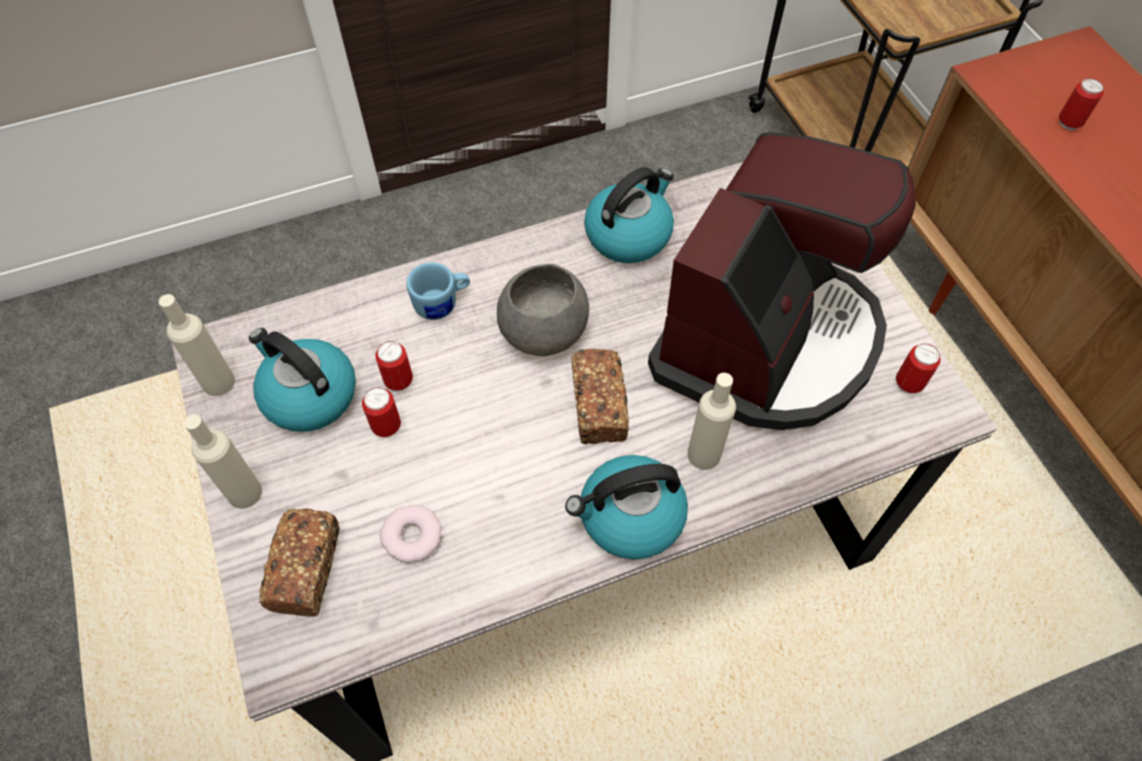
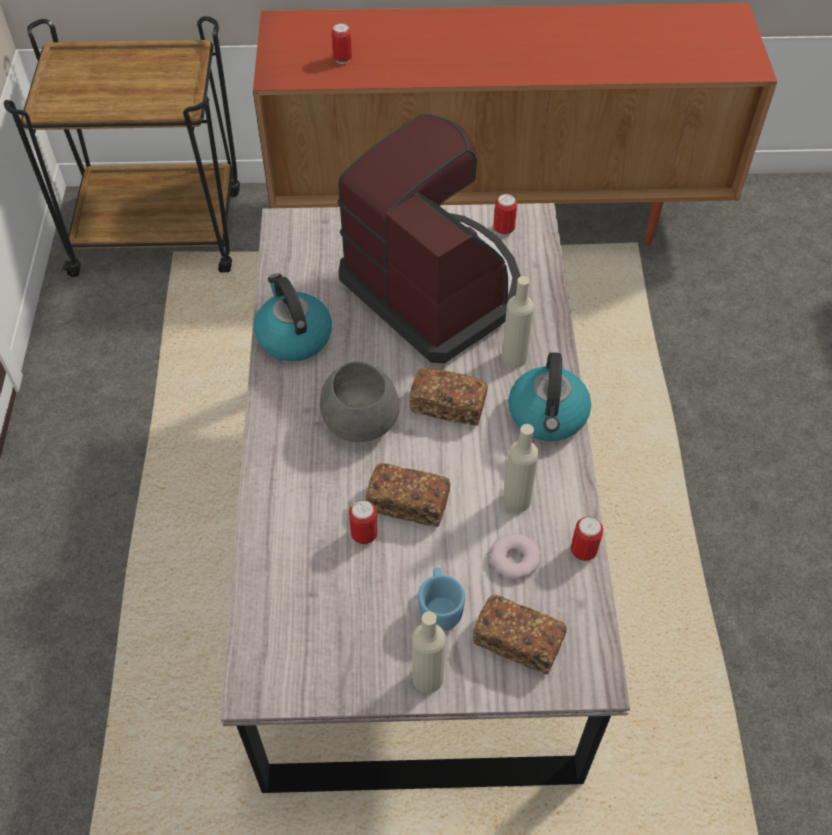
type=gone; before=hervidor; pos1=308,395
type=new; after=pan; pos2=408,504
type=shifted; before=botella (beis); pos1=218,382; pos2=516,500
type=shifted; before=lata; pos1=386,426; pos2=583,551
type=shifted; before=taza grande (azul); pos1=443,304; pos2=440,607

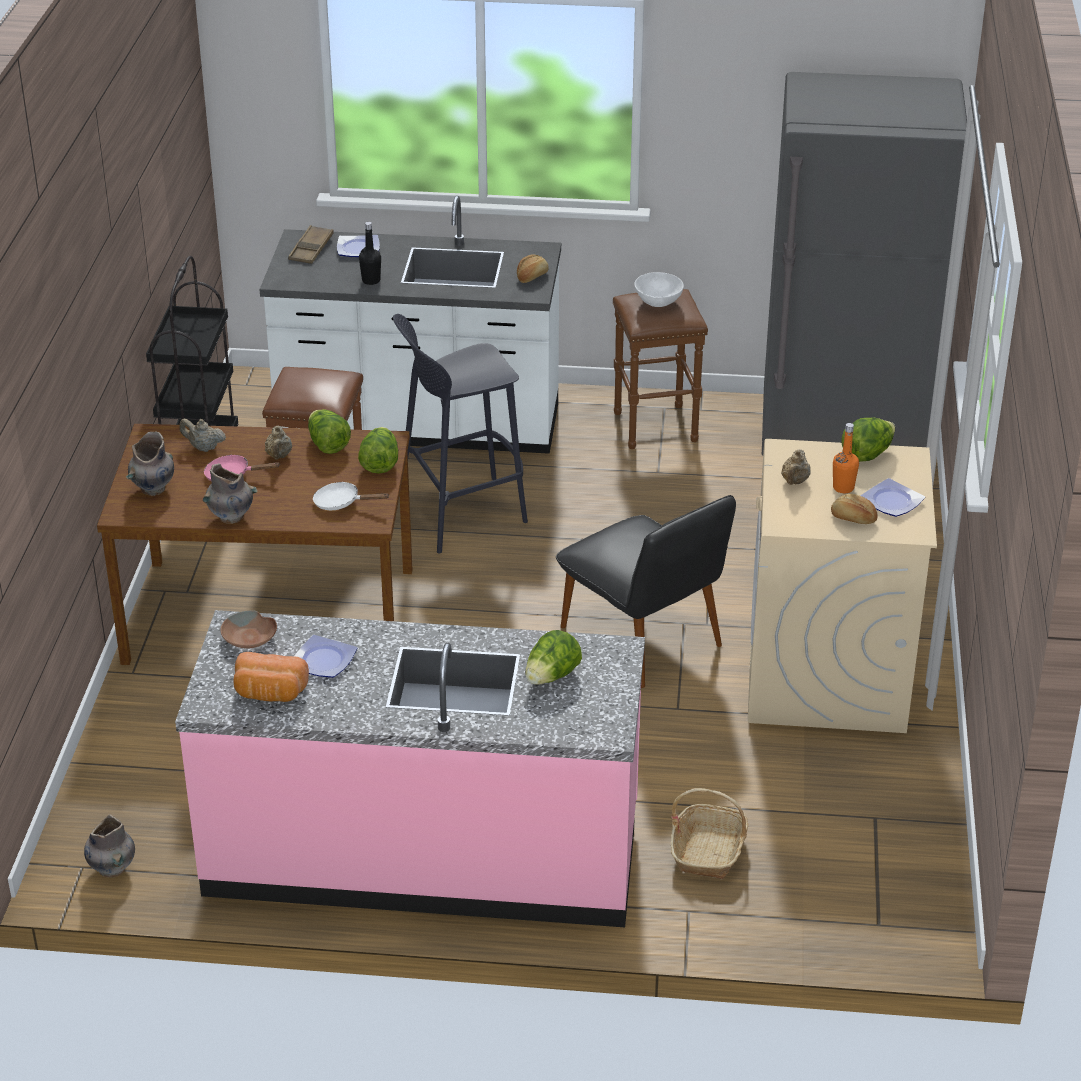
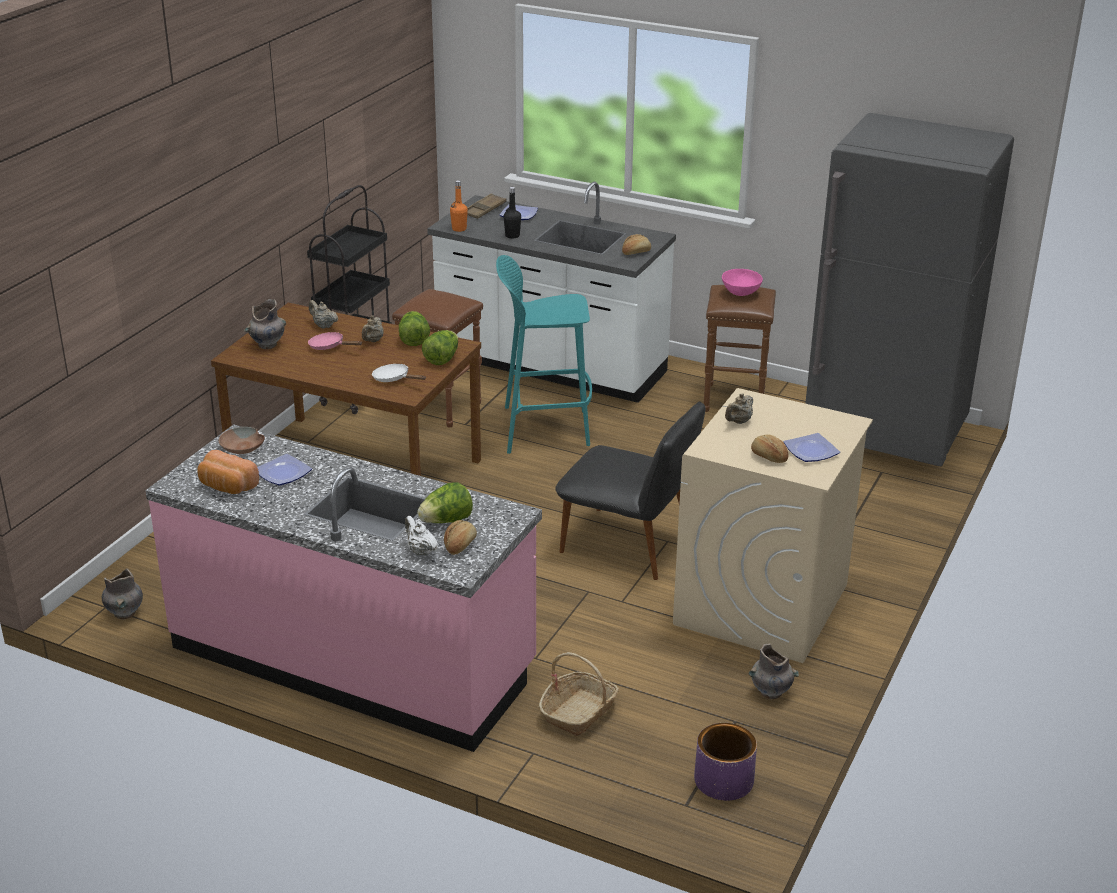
type=gone; before=lechuga; pos1=867,454
type=new; after=tetera (blanco); pos2=420,551
type=new; after=pan; pos2=459,545
type=new; after=maceta (morado); pos2=723,782
type=shifted; before=florero (gris); pos1=232,517; pos2=771,692
type=shifted; before=botella (naranja); pos1=843,488; pos2=459,229
type=repainted; before=taburete (gris); after=taburete (turquesa); pos1=460,512; pos2=543,429
type=repainted; before=cuenco (blanco); after=cuenco (rosa); pos1=658,302; pos2=741,292
type=rotated; before=silla (negro); pos1=641,636; pos2=626,543; turn=-45

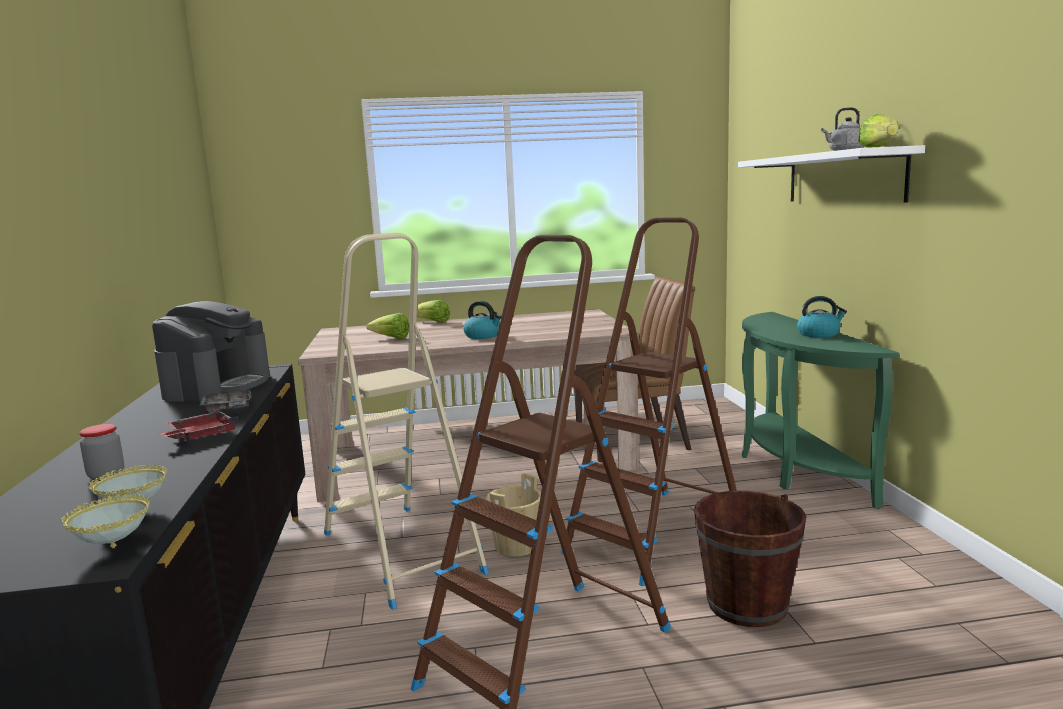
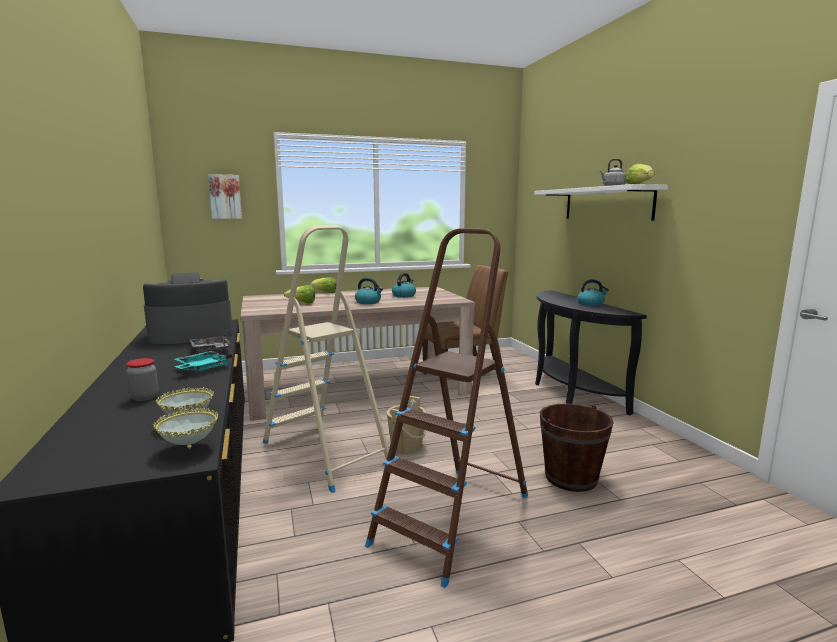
type=gone; before=escalera de tijera (marrón); pos1=655,533
type=new; after=cuadro; pos2=225,197
type=new; after=hervidor; pos2=404,295
type=repainted; before=bandeja (rojo); after=bandeja (turquesa); pos1=200,435; pos2=202,368
type=repainted; before=mesa consola (verde); after=mesa consola (negro); pos1=792,468; pos2=569,391
type=rotated; before=cafetera; pos1=218,386; pos2=191,335; turn=-120

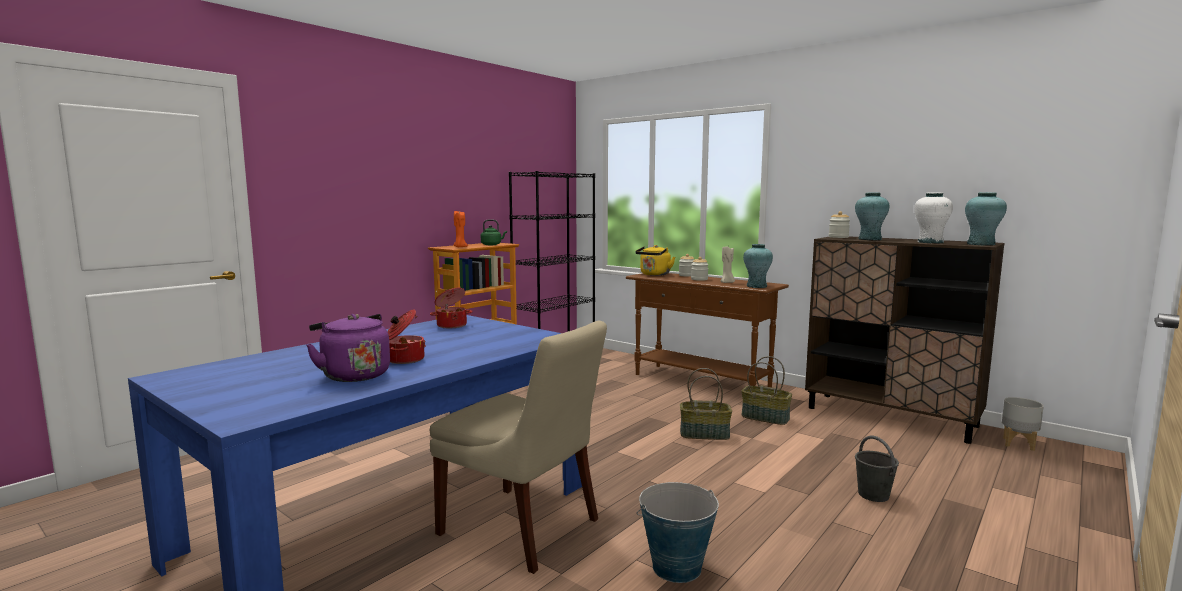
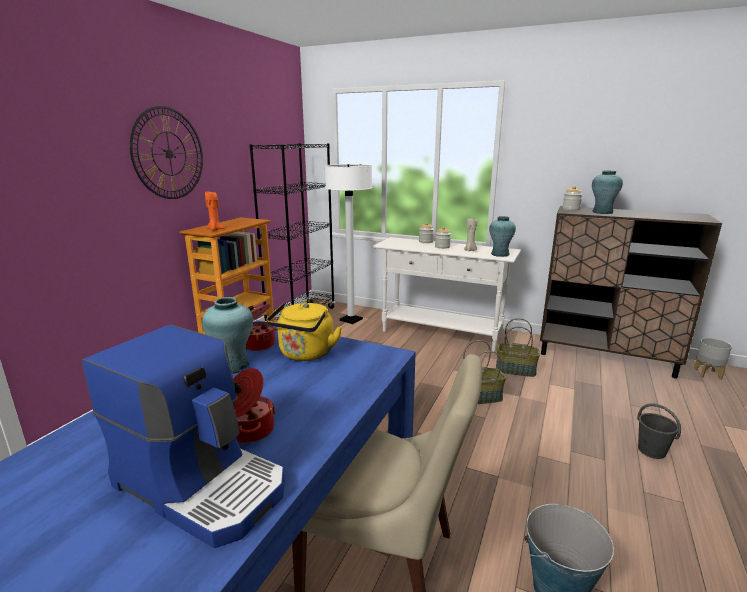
type=gone; before=hervidor (verde); pos1=492,245
type=gone; before=florero (blanco); pos1=930,242
type=new; after=reloj de pared; pos2=169,153
type=new; after=lámpara de pie (blanco); pos2=351,320
type=shifted; before=hervidor (amarillo); pos1=654,274; pos2=305,354
type=shifted; before=florero (turquesa); pos1=981,244; pos2=232,365
type=swapped; before=hervidor (morado); after=cafetera; pos1=353,375; pos2=203,483
type=repainted; before=mesa consola (marrón); after=mesa consola (blanco); pos1=701,382; pos2=441,334

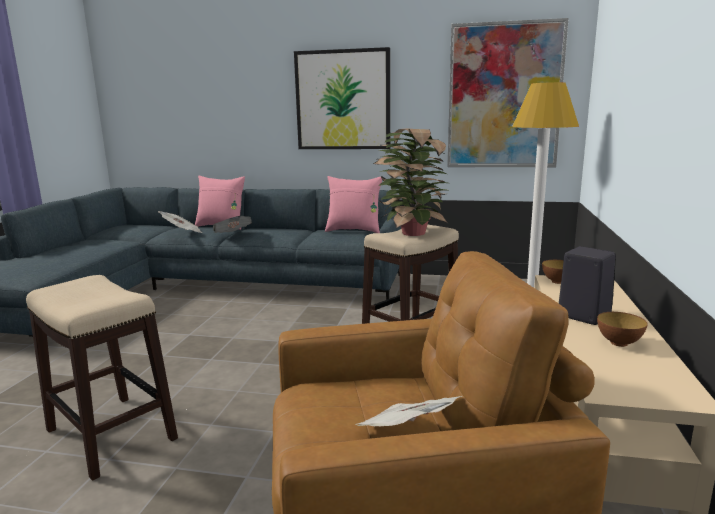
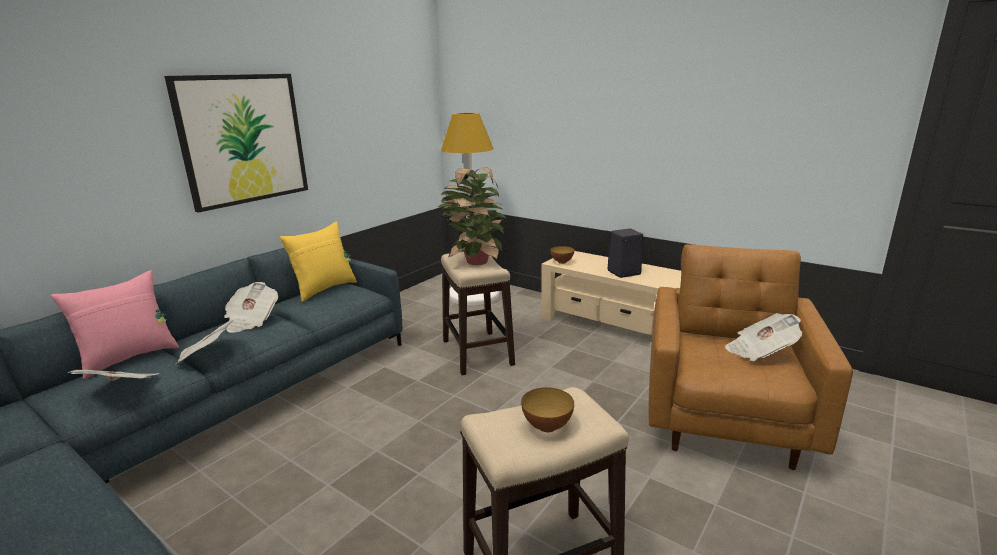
type=gone; before=cuadro; pos1=504,96
type=new; after=periódico; pos2=251,321
type=shifted; before=cuenco; pos1=619,343; pos2=547,426
type=repainted; before=cojín (rosa); after=cojín (amarillo); pos1=353,231; pos2=324,290

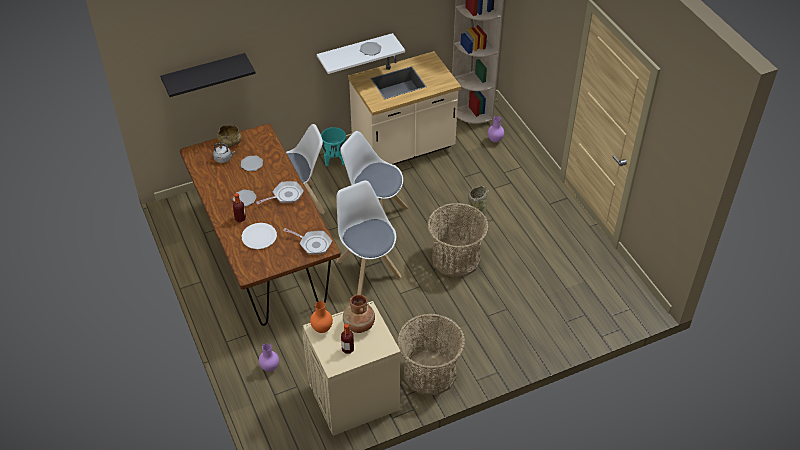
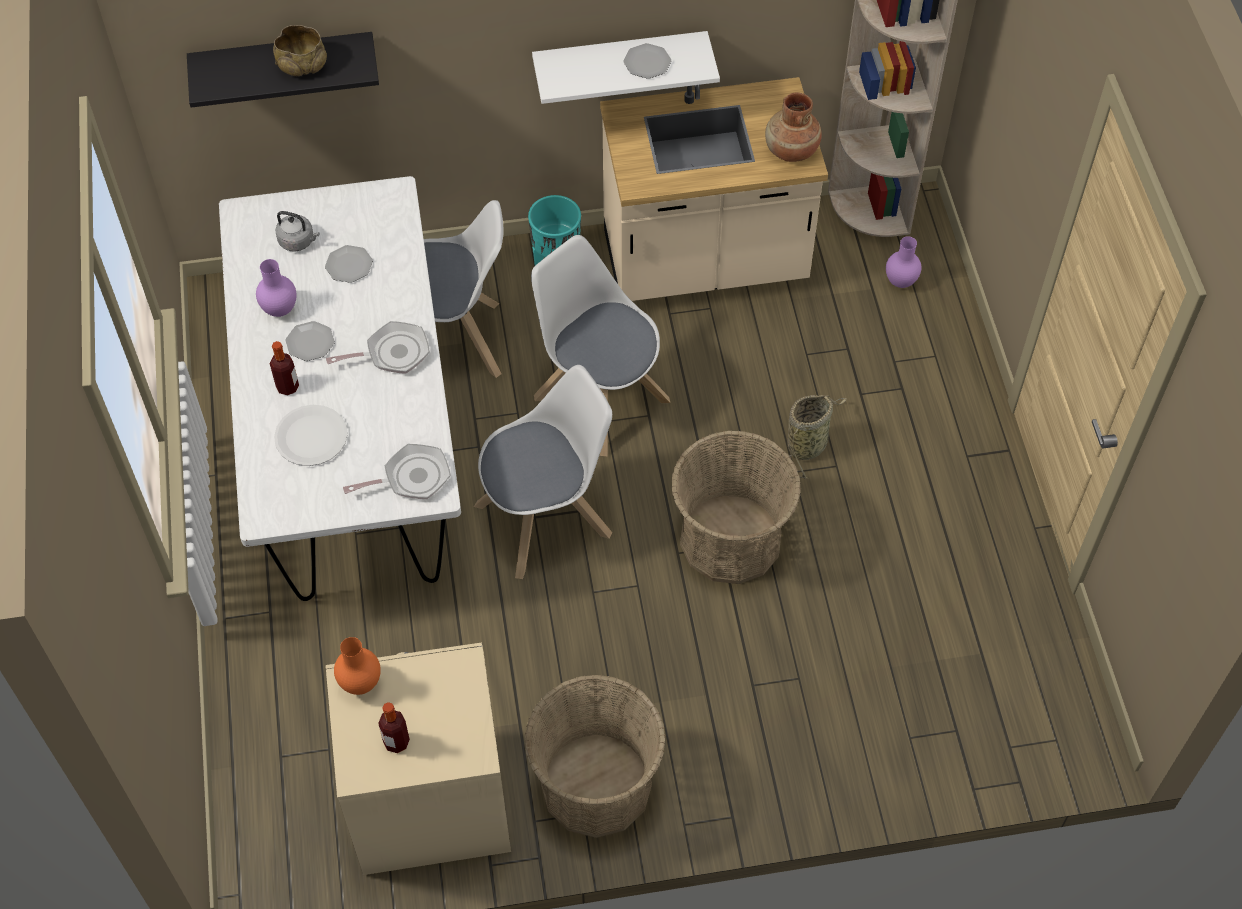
type=shifted; before=cuenco (beis); pos1=230,142; pos2=302,65
type=shifted; before=florero (morado); pos1=270,367; pos2=281,309
type=shifted; before=florero (marrón); pos1=359,325; pos2=791,151
type=repainted; before=mesa de comedor (marrón); after=mesa de comedor (blanco); pos1=263,254; pos2=352,443
type=rotated; before=sartén; pos1=313,244; pos2=412,478; turn=-60
type=rotated; before=silla; pos1=367,267; pos2=547,518; turn=75

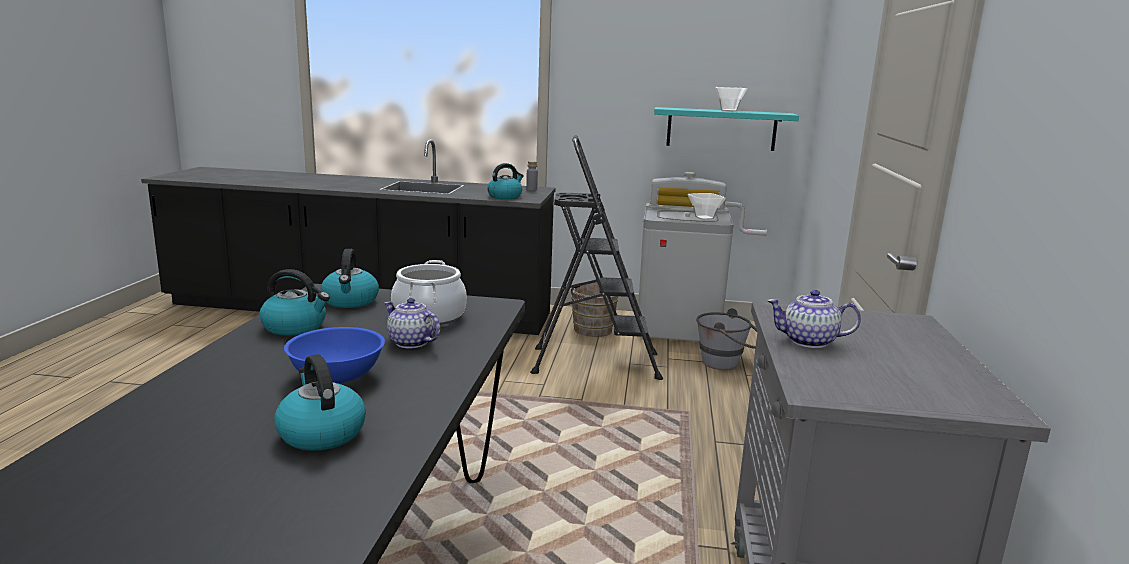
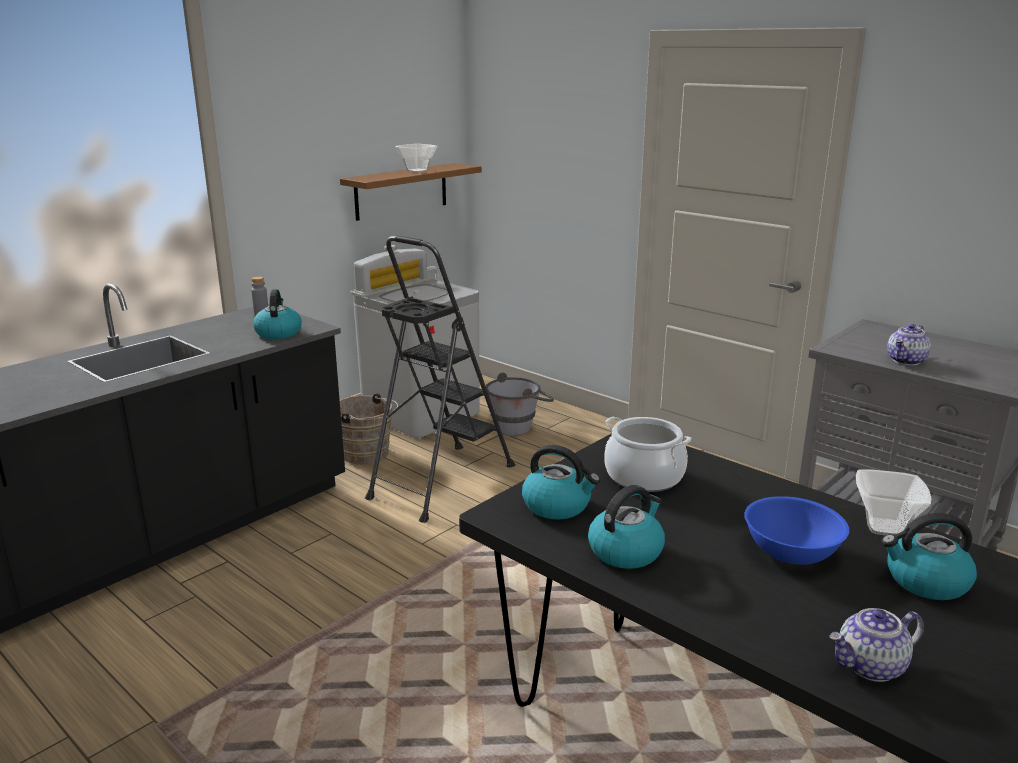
type=shifted; before=tetera; pos1=410,342; pos2=871,667
type=shifted; before=cuenco; pos1=704,218; pos2=886,528
type=repainted; before=estante (turquesa); after=estante (marrón); pos1=721,129; pos2=401,191

